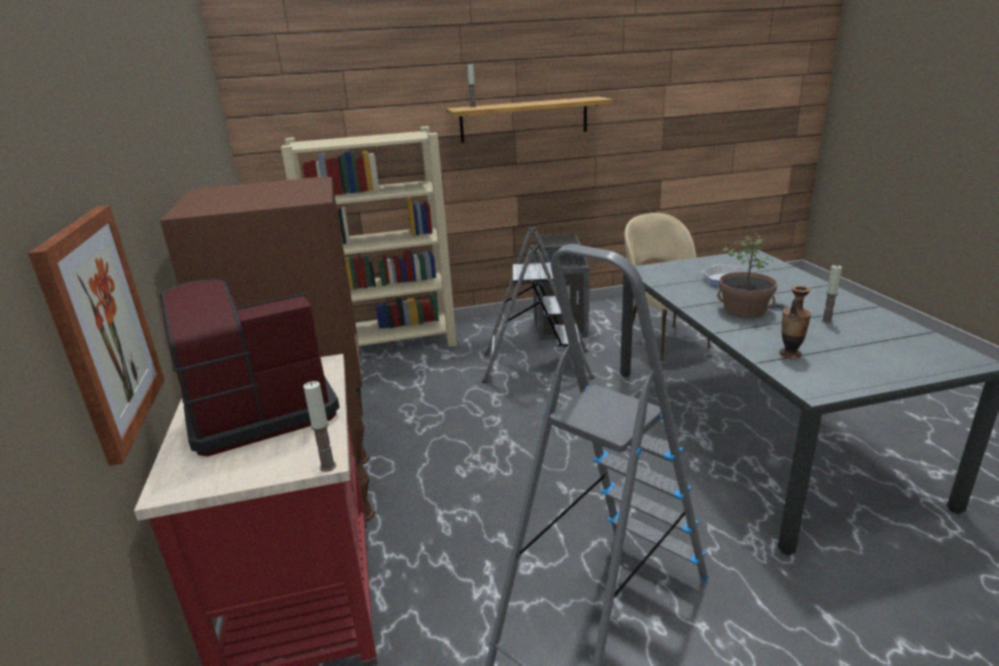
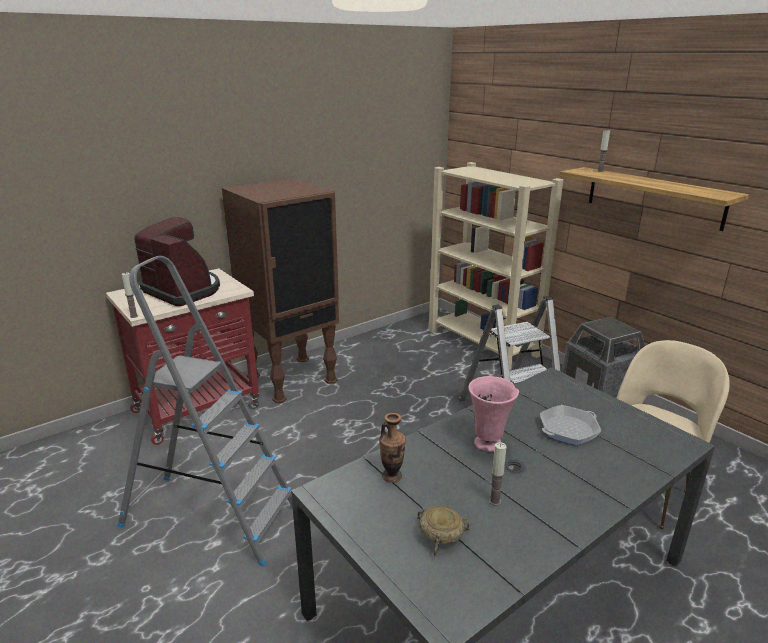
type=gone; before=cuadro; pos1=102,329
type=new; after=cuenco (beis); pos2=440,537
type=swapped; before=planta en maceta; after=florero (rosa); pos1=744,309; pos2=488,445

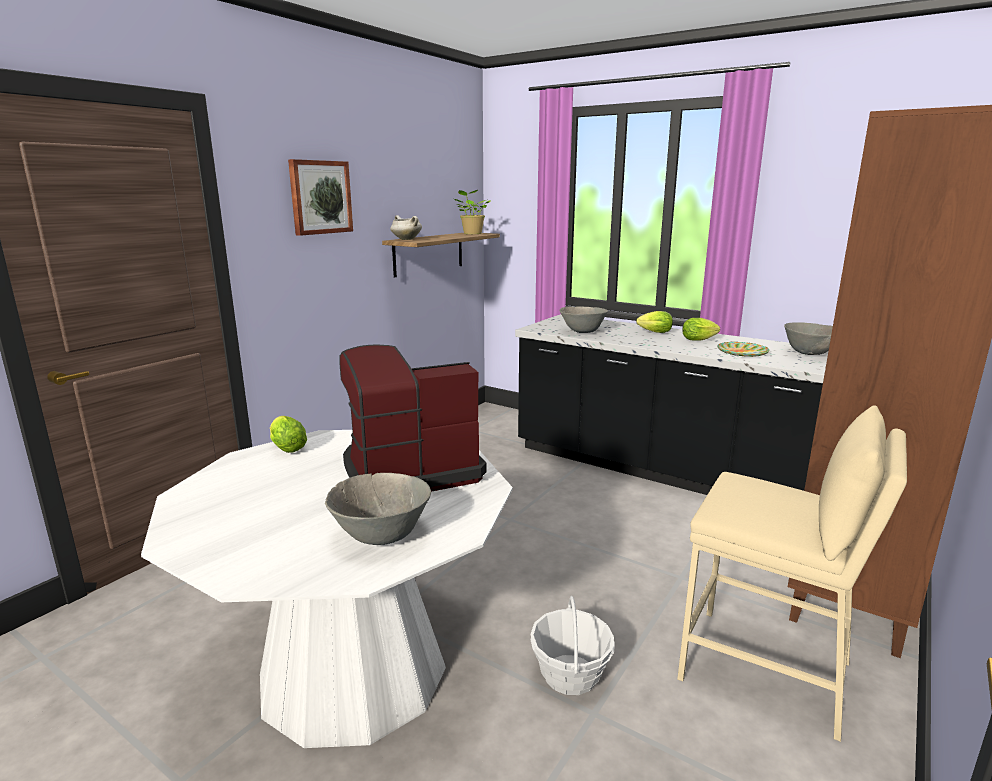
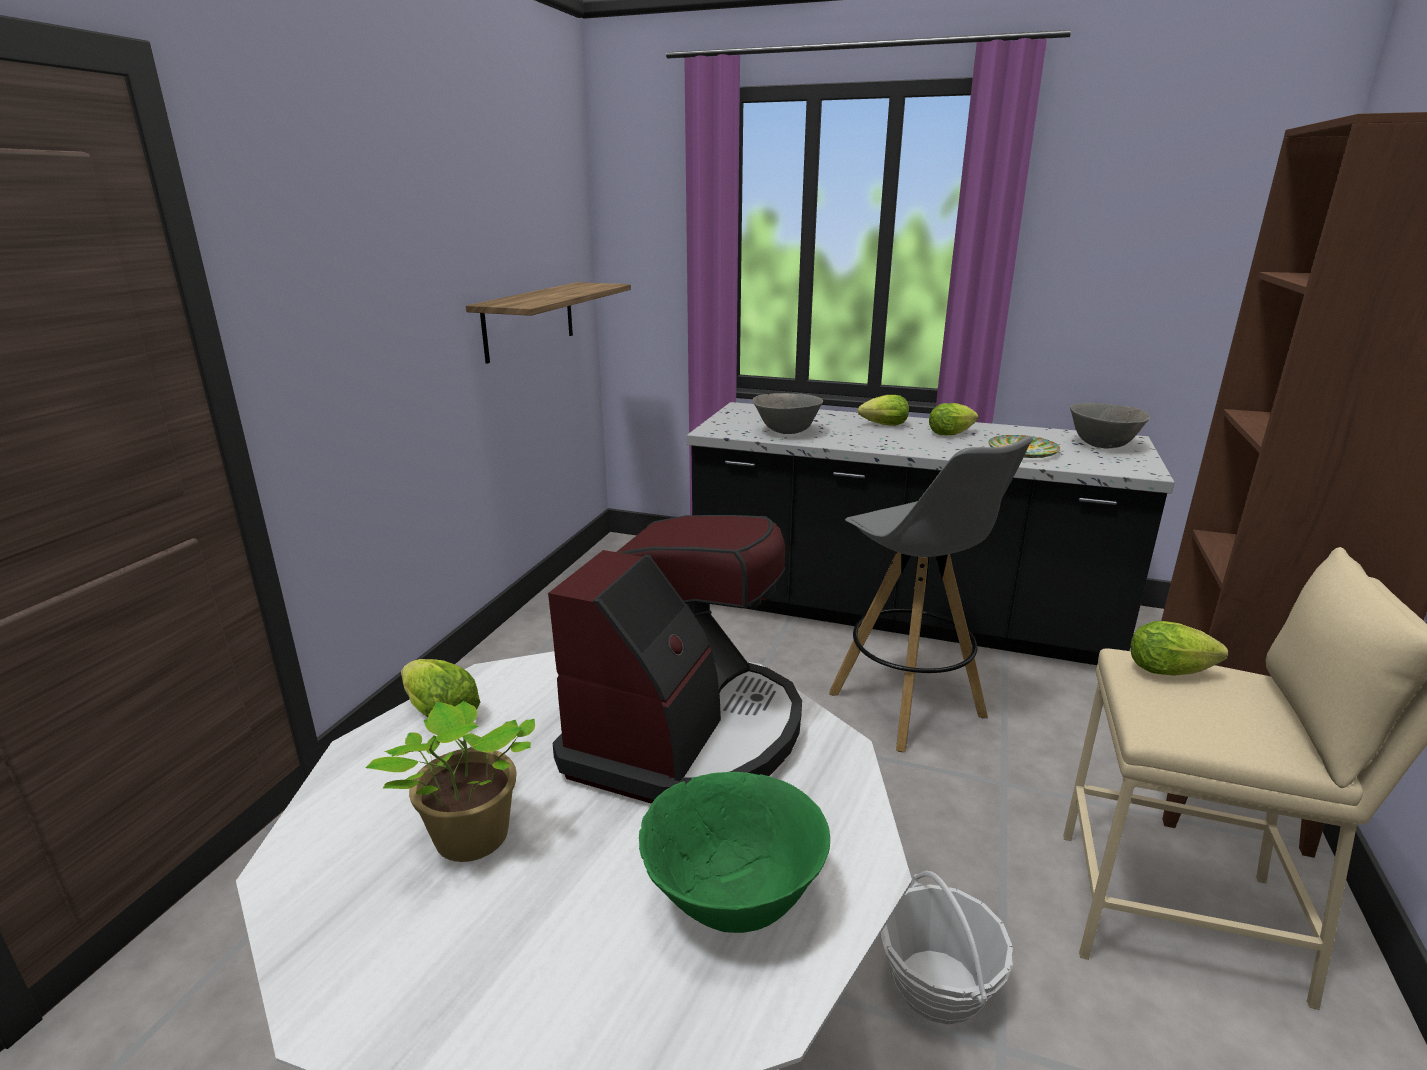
type=gone; before=cuadro; pos1=320,197
type=gone; before=olla (blanco); pos1=406,239
type=new; after=taburete (gris); pos2=907,706
type=new; after=lechuga; pos2=1173,671
type=shifted; before=planta en maceta; pos1=472,233; pos2=469,841
type=repainted; before=cuenco (gris); after=cuenco (verde); pos1=381,536; pos2=733,899
type=rotated; before=cafetera; pos1=409,471; pos2=686,733; turn=150

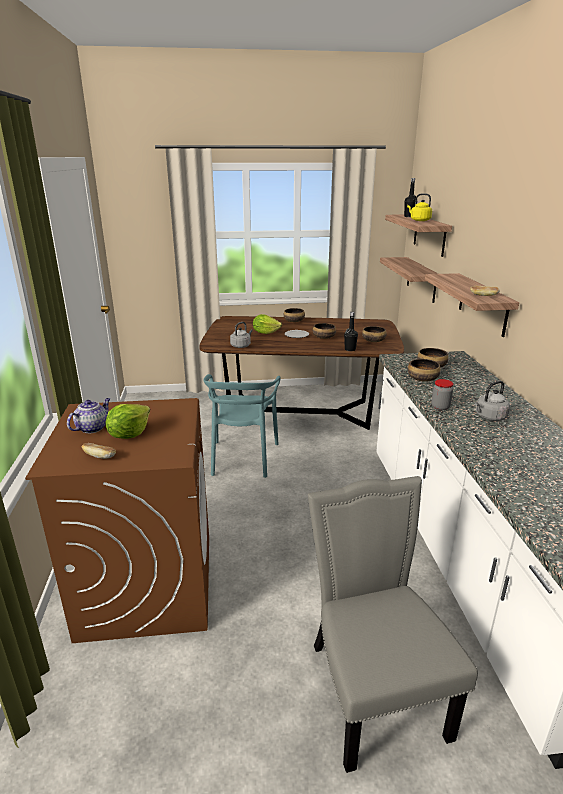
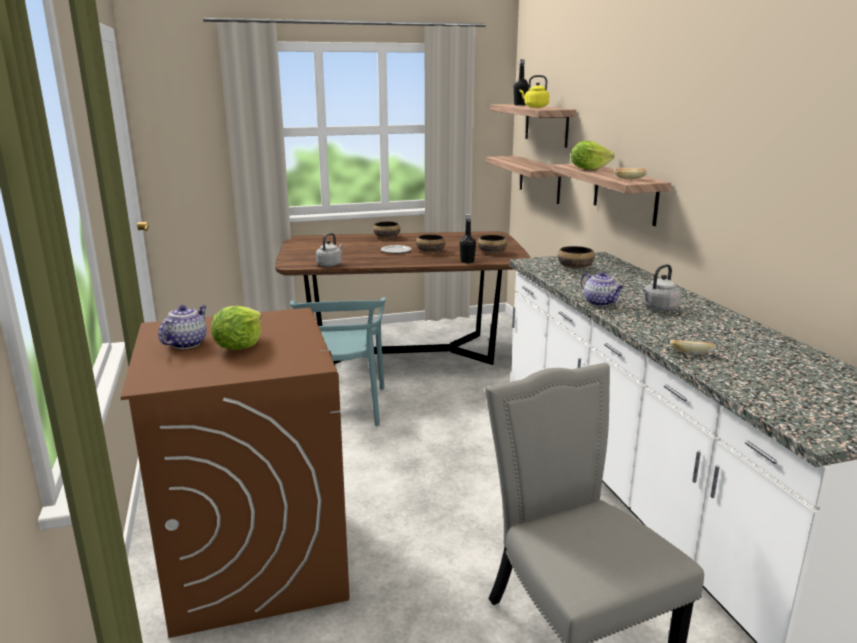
type=gone; before=cuenco; pos1=423,378
type=shifted; before=pan; pos1=99,456; pos2=691,353
type=shifted; before=lechuga; pos1=265,332; pos2=588,169
type=swapped; before=tarro; after=tetera; pos1=440,407; pos2=601,303

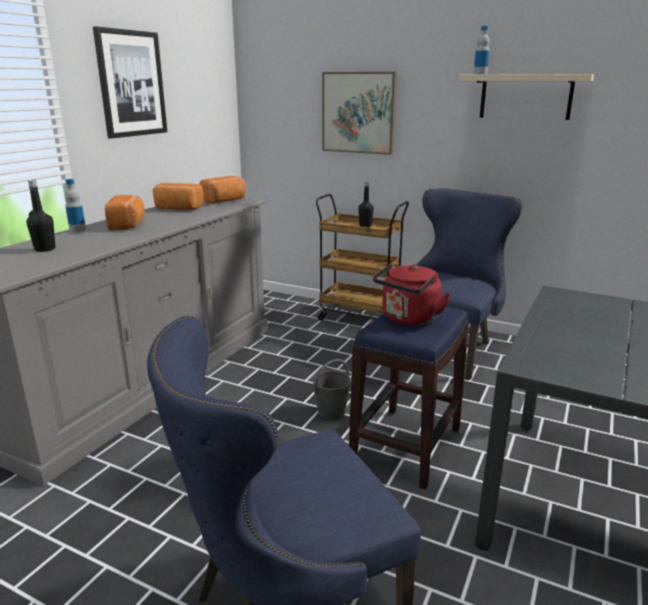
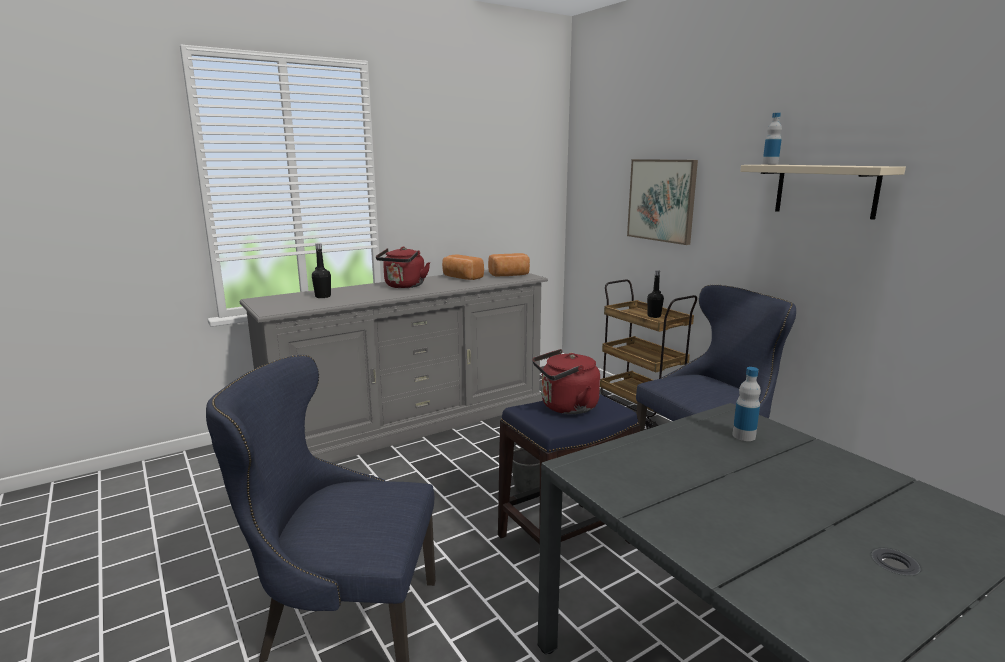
type=gone; before=cuadro; pos1=131,84
type=shifted; before=botella; pos1=77,230; pos2=743,436
type=swapped; before=pan; after=hervidor (rojo); pos1=128,225; pos2=403,286

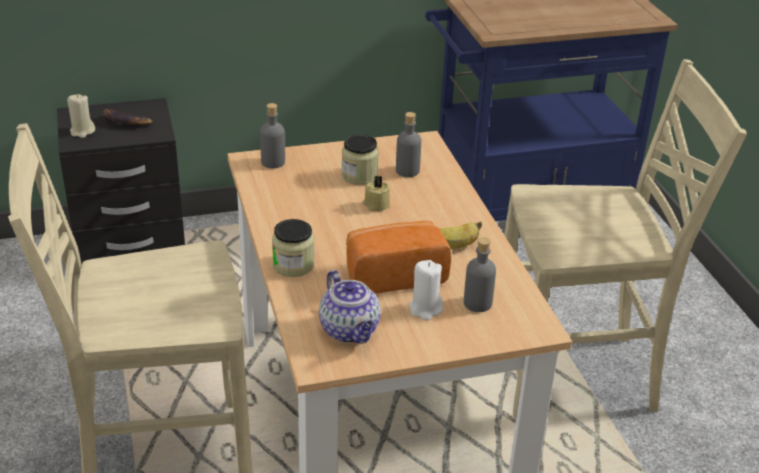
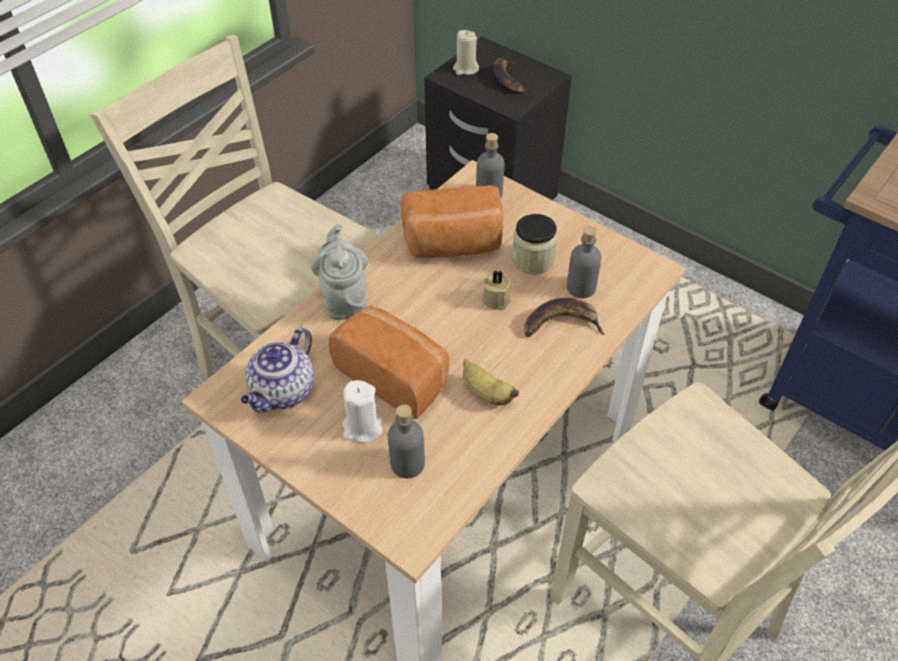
type=new; after=pan; pos2=453,244
type=new; after=plátano; pos2=561,324
type=swapped; before=tarro; after=tetera (gris); pos1=293,265; pos2=345,300

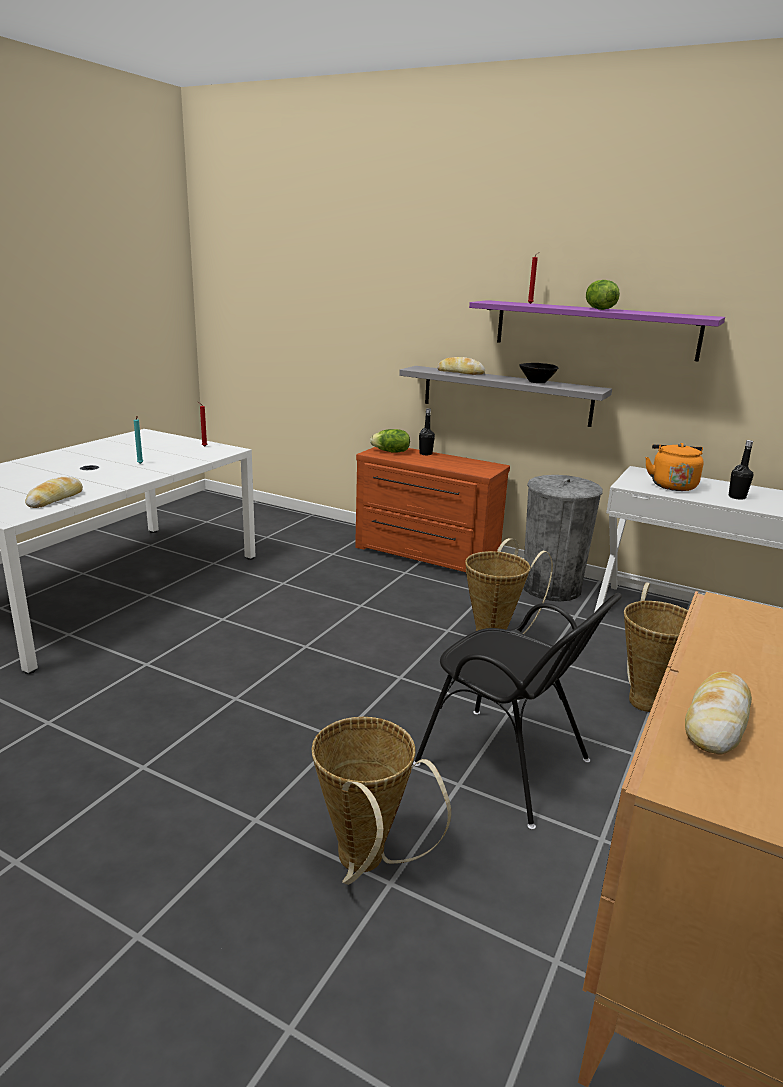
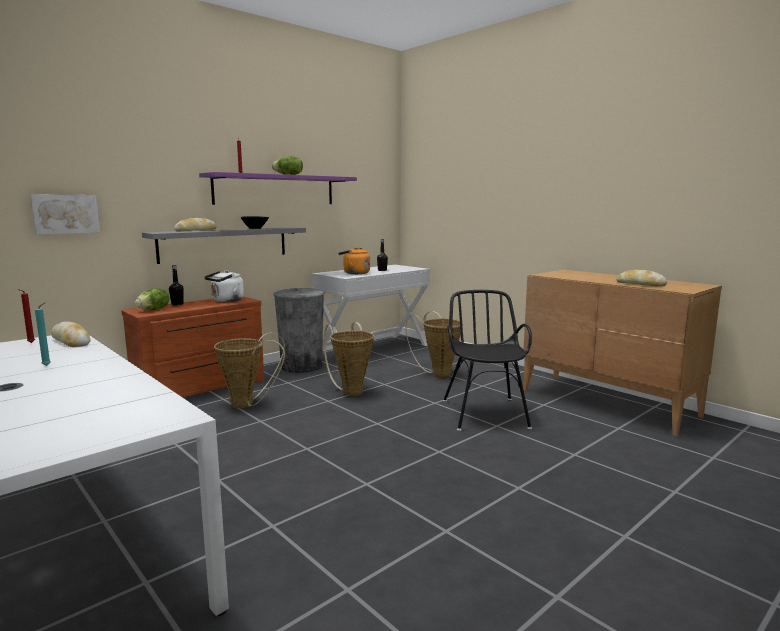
type=new; after=cuadro; pos2=65,214
type=new; after=hervidor (blanco); pos2=226,301
type=shifted; before=pan; pos1=55,499; pos2=71,341
type=shifted; before=cesta; pos1=365,865; pos2=248,404
type=rotated; before=silla (negro); pos1=508,766; pos2=484,411; turn=-60

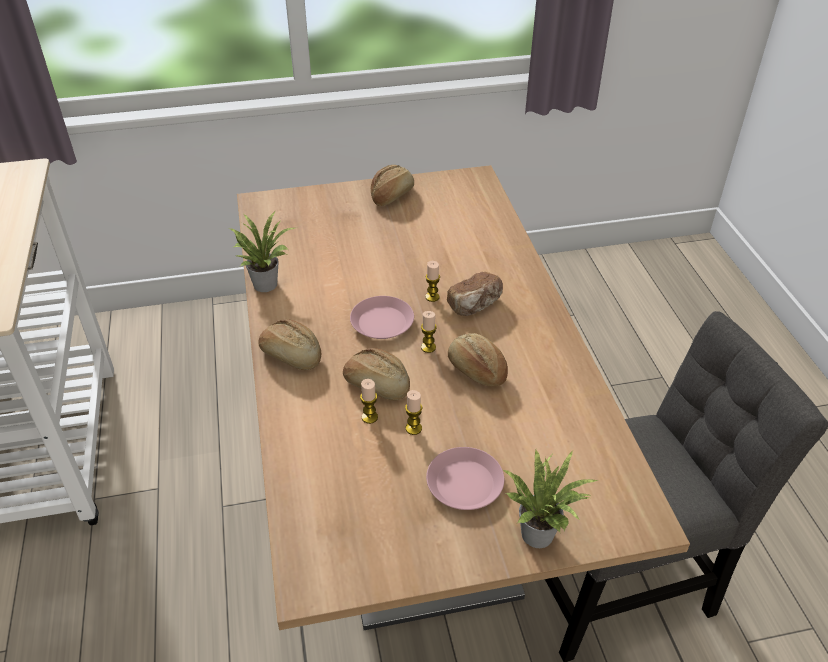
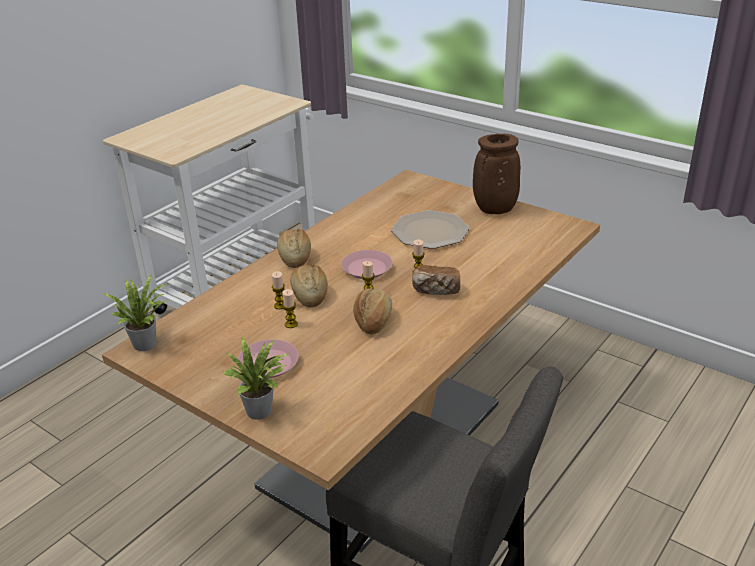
type=new; after=plato; pos2=430,232
type=shifted; before=planta en maceta; pos1=265,282; pos2=147,342
type=swapped; before=pan; after=florero (marrón); pos1=391,195; pos2=494,210

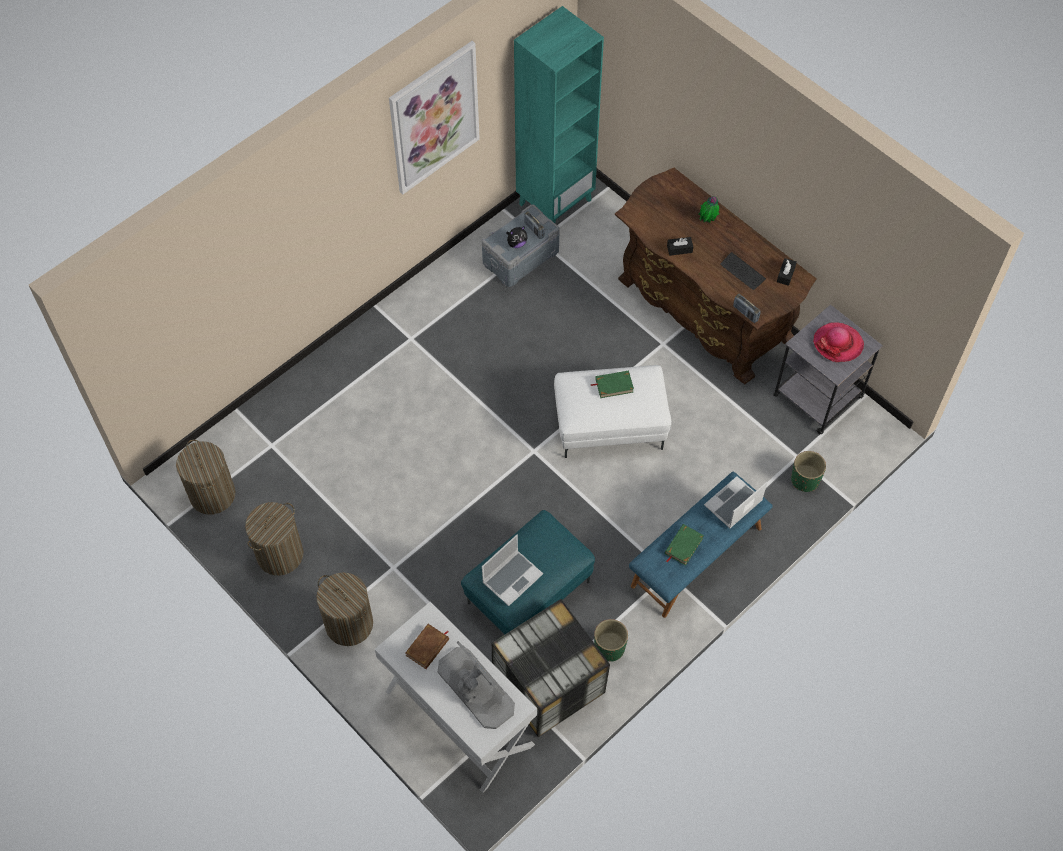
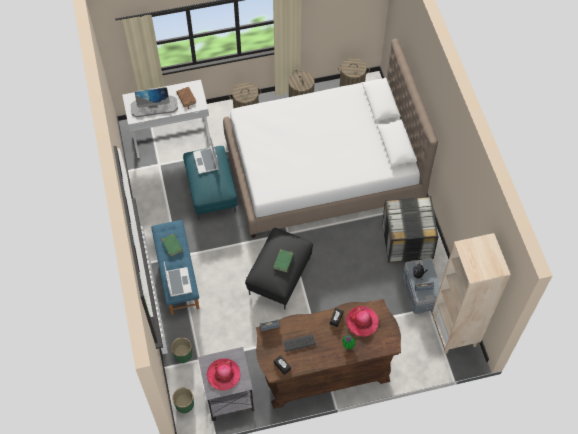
type=gone; before=cuadro; pos1=434,118
type=new; after=cama (blanco); pos2=323,169
type=new; after=sombrero; pos2=362,322
type=shifted; before=caja de almacenaje; pos1=548,684; pos2=406,240
type=shifted; before=maceta (verde); pos1=609,648; pos2=184,404
type=repainted; before=estantería (turquesa); after=estantería (beis); pos1=555,201; pos2=454,332
type=repainted; before=puf (blanco); after=puf (negro); pos1=609,427; pos2=279,276

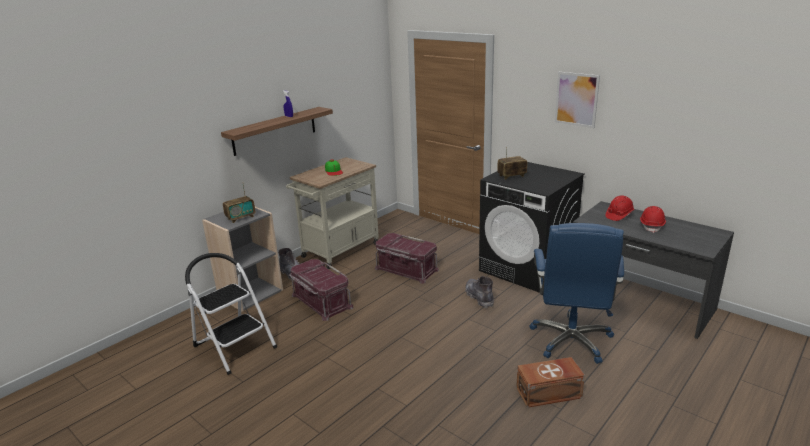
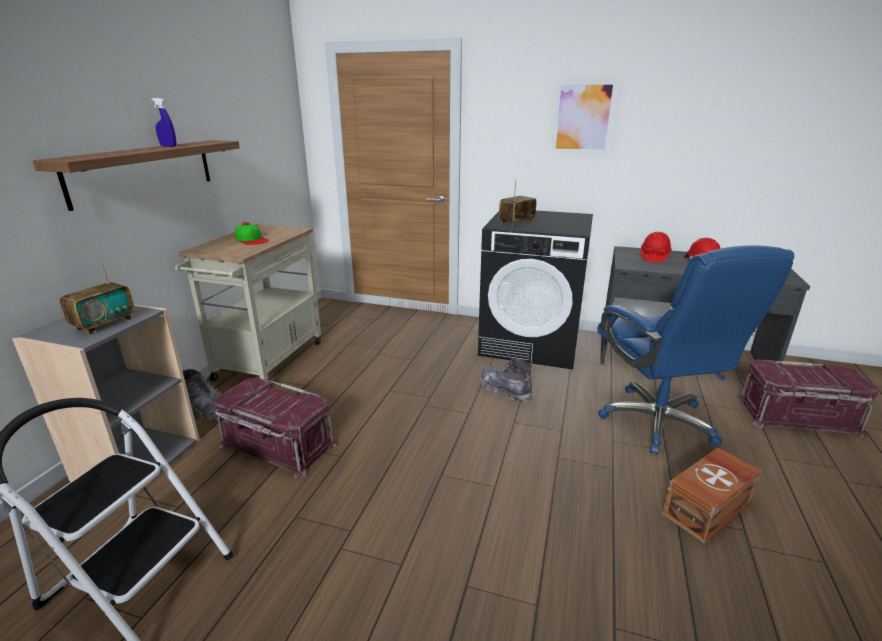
type=shifted; before=caja de almacenaje (rojo); pos1=406,269; pos2=797,416

